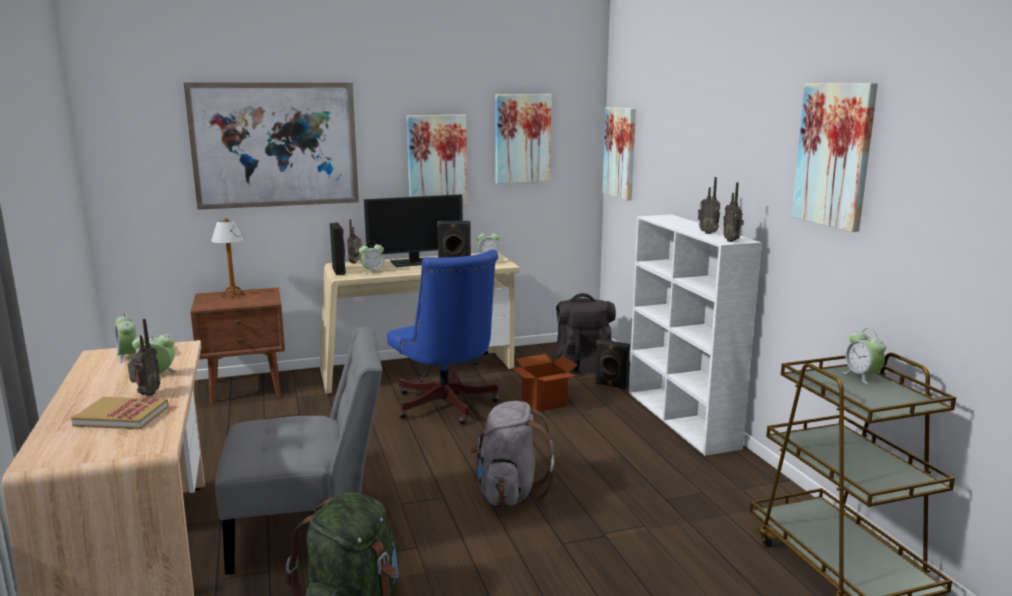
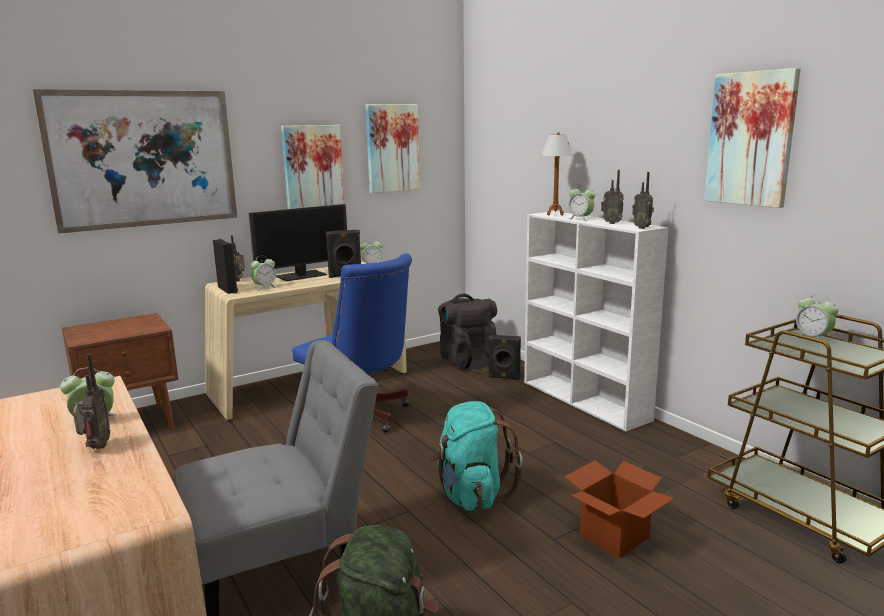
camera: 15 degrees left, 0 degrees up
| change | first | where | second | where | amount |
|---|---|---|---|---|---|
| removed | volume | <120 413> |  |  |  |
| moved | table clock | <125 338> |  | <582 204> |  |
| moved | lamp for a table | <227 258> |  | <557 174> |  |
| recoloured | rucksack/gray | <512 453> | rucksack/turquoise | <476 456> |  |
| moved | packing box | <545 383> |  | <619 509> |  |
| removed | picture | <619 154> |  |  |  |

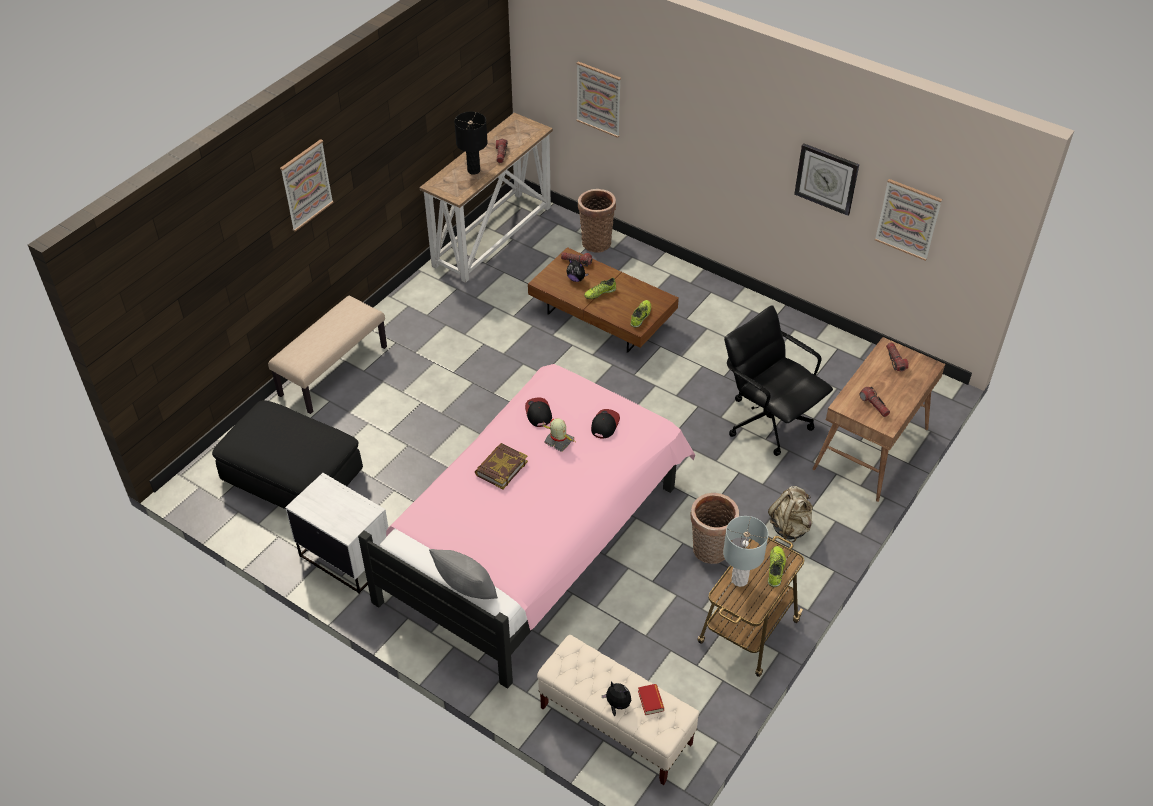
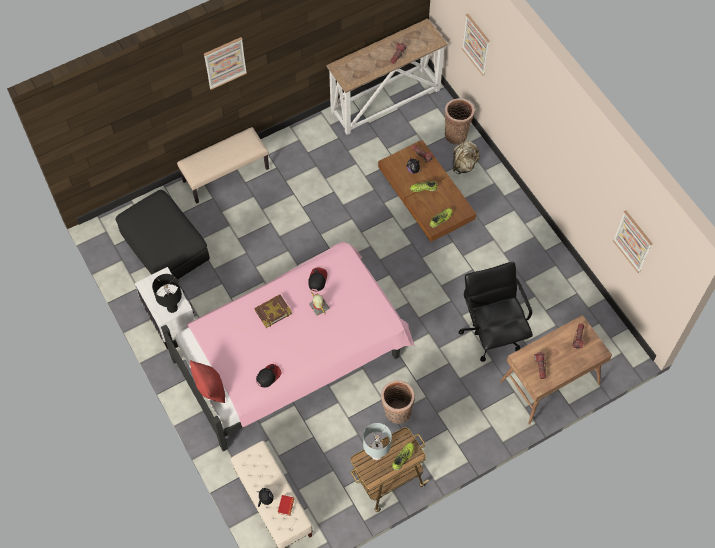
camera: 25 degrees right, 15 degrees up
| change | first | where | second | where | amount |
|---|---|---|---|---|---|
| recoloured | cushion/gray | <463 574> | cushion/red | <207 381> |  |
| moved | lamp for a table/black | <471 143> |  | <167 293> |  |
| moved | baseball cap | <605 424> |  | <268 376> |  |
| moved | rucksack/beige | <790 514> |  | <466 157> |  |
| removed | wall clock | <826 179> |  |  |  |

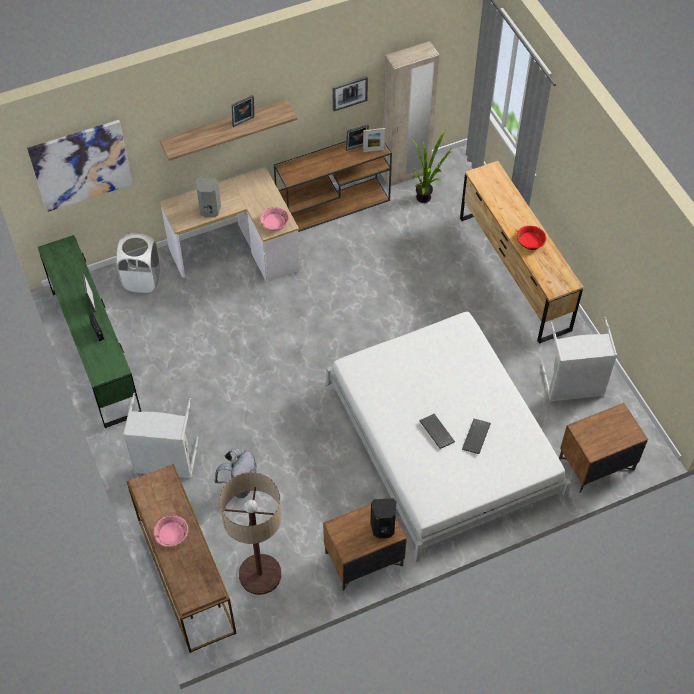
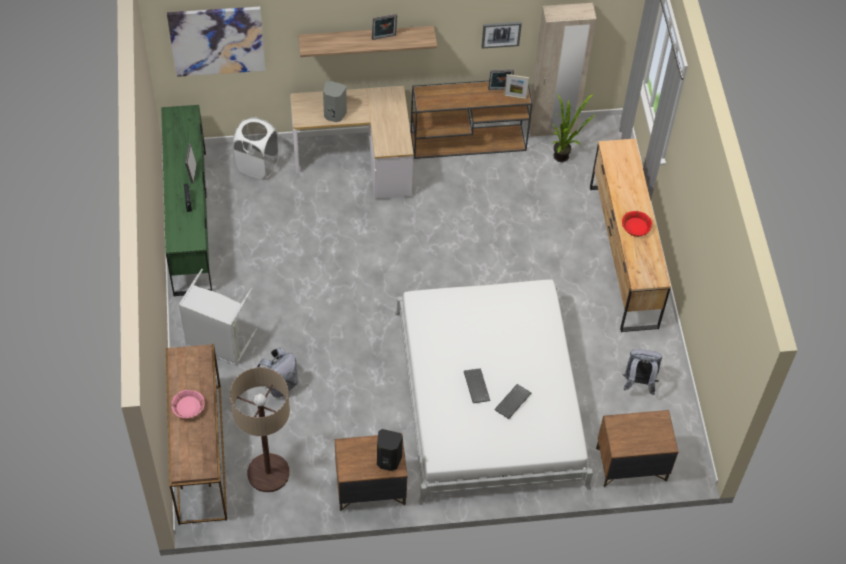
camera: 15 degrees right, 0 degrees up
| change | first | where | second | where | amount |
|---|---|---|---|---|---|
| removed | serving bowl/pinkish | <274 219> |  |  |  |
| replaced | hamper/gray | <579 359> | rucksack/gray | <642 372> |  |

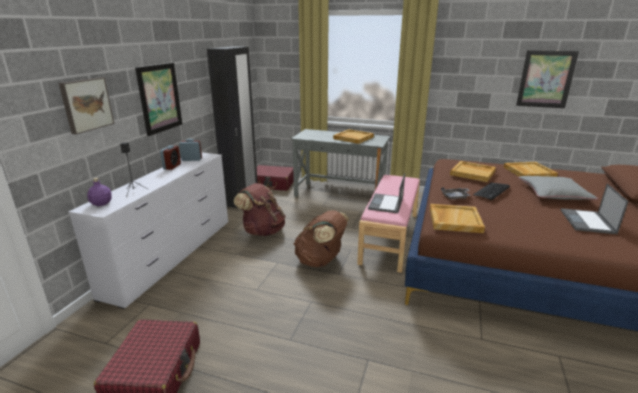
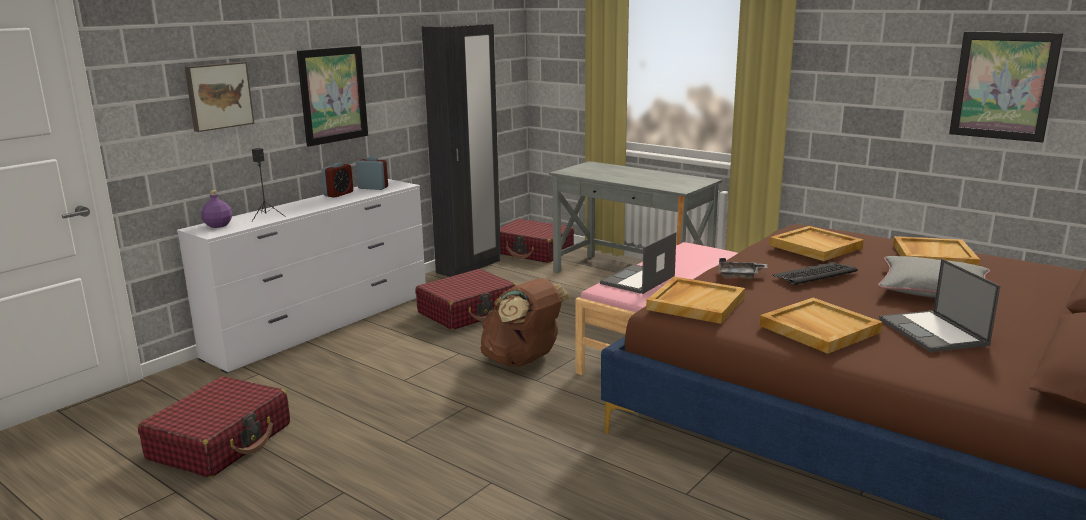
camera: 20 degrees right, 5 degrees down
| change | first | where | second | where | amount |
|---|---|---|---|---|---|
| replaced | rucksack/brown-coloured | <259 209> | travel case/red | <466 299> |  |
| moved | tray/beige | <353 136> |  | <820 326> |  |
| turned | laptop | <595 208> |  | <939 305> | 45 degrees counterclockwise |

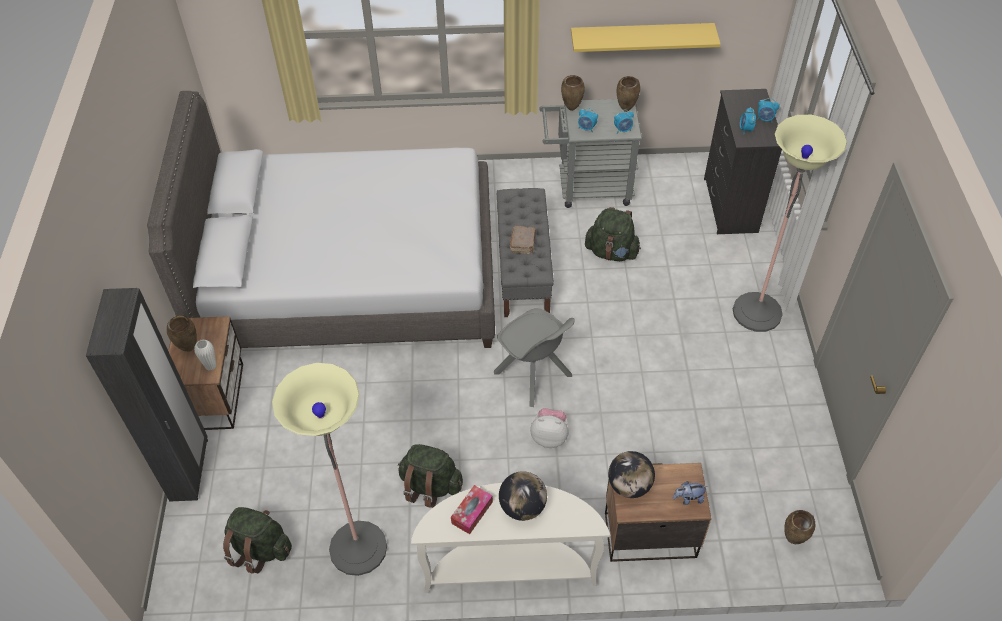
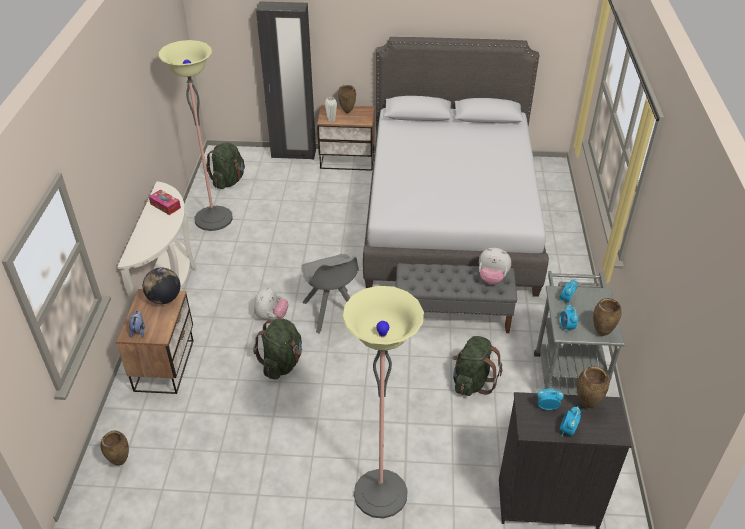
camera: 95 degrees right, 10 degrees down
| change | first | where | second | where | amount |
|---|---|---|---|---|---|
| moved | rucksack/green | <430 476> |  | <277 349> |  |
| turned | chair/gray | <534 357> |  | <330 294> | 75 degrees counterclockwise |
| removed | world globe | <523 496> |  |  |  |
| removed | volume/brown-coloured | <523 239> |  |  |  |
| moved | flower vase/brown-coloured | <573 93> |  | <593 387> |  |
| removed | bracket shelf/yellowish | <646 37> |  |  |  |
| added |  |  | plush toy | <495 266> |  |

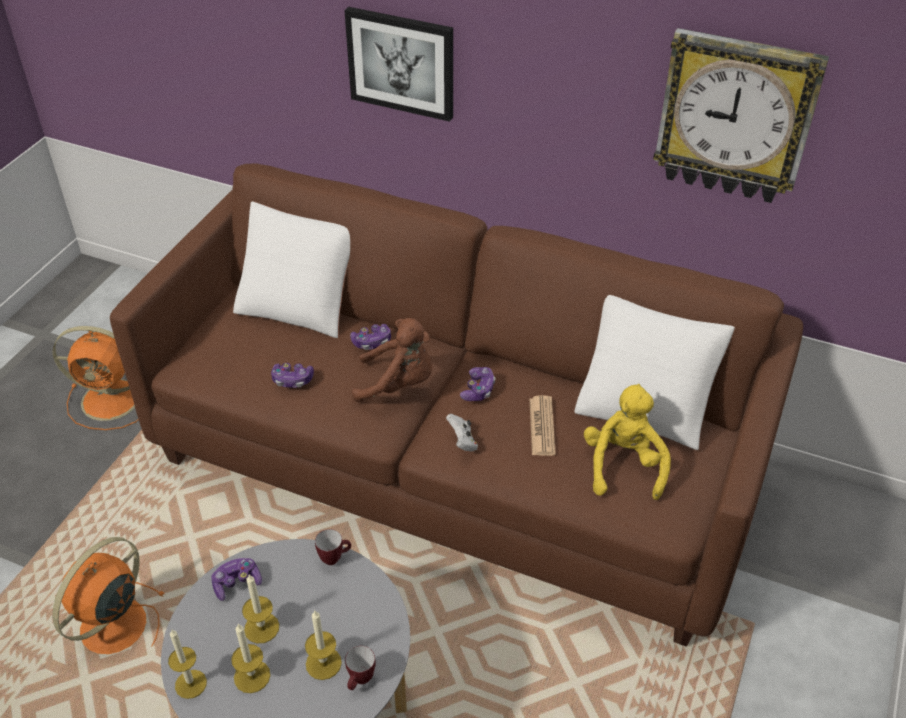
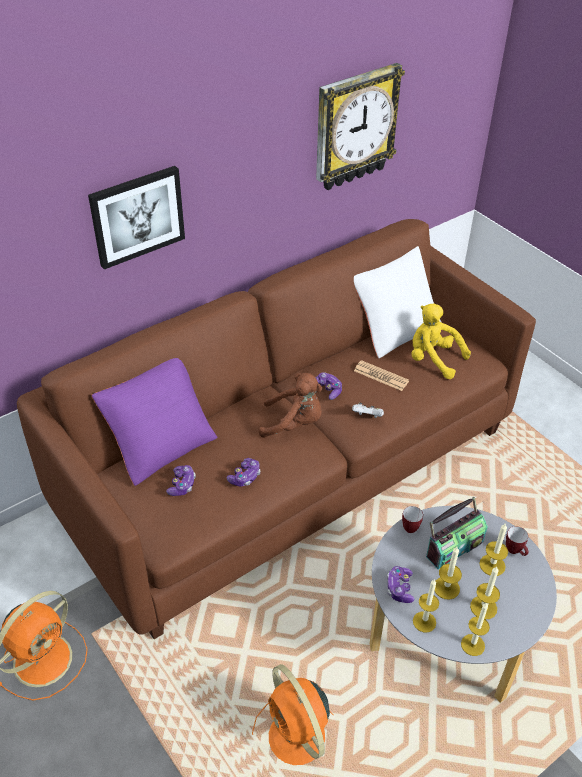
camera: 60 degrees left, 0 degrees up
| change | first | where | second | where | amount |
|---|---|---|---|---|---|
| recoloured | cushion/whitish | <291 270> | cushion/purple | <154 422> |  |
| moved | game controller | <370 337> |  | <181 480> |  |
| turned | plush toy/brown-coloured | <392 360> |  | <290 405> | 60 degrees clockwise |
| added |  |  | wax light | <426 606> |  |
| added |  |  | radio | <457 533> |  |

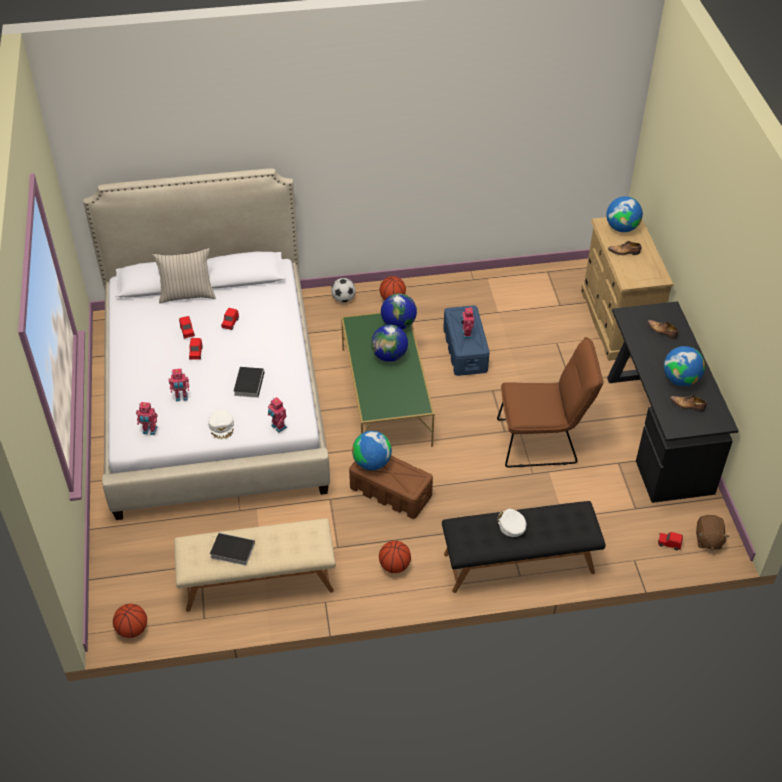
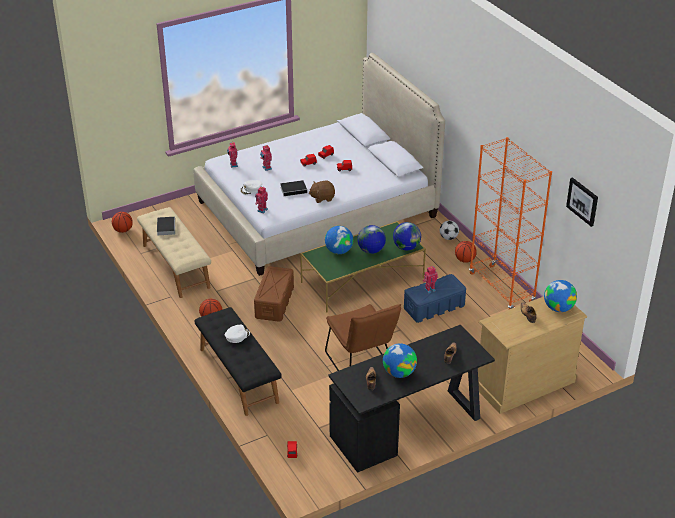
camera: 70 degrees right, 10 degrees down
| change | first | where | second | where | amount |
|---|---|---|---|---|---|
| removed | cushion/beige | <184 275> |  |  |  |
| moved | world globe | <372 450> |  | <339 240> |  |
| moved | plush toy/brown-coloured | <712 532> |  | <322 191> |  |
| added |  |  | shelving unit/orange | <510 223> |  |
| added |  |  | picture | <582 202> |  |

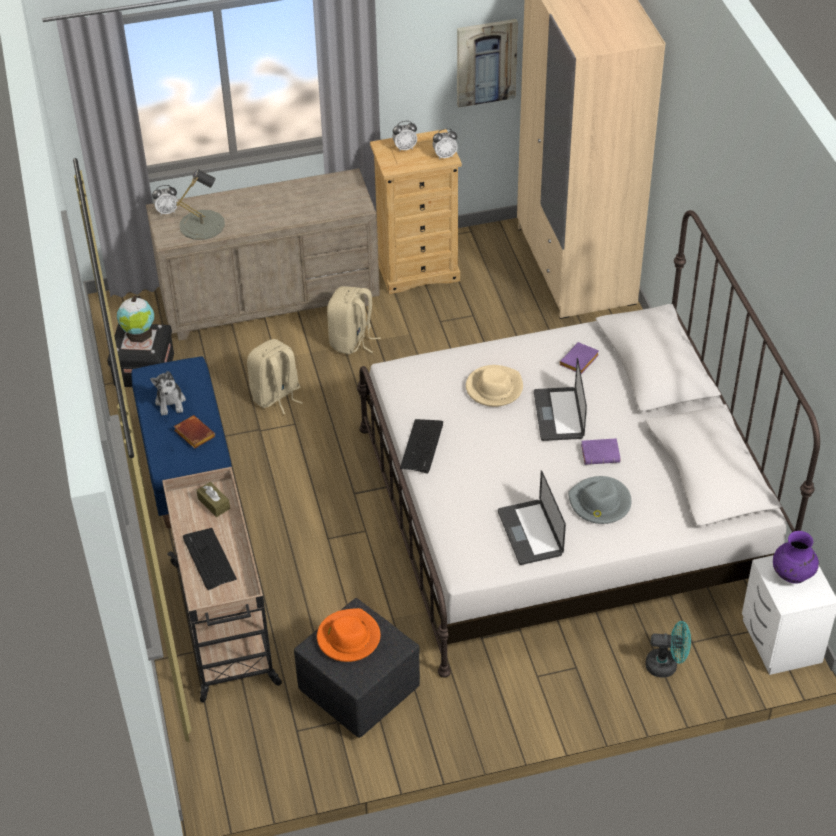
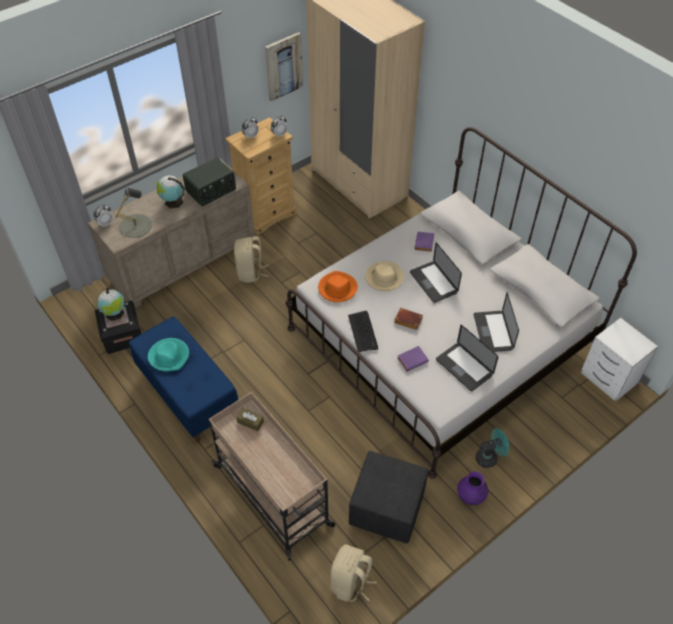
camera: 25 degrees left, 5 degrees up
| change | first | where | second | where | amount |
|---|---|---|---|---|---|
| replaced | plush toy | <168 393> | clothing hat/turquoise | <168 354> |  |
| moved | volume/brown-coloured | <194 432> |  | <408 319> |  |
| removed | computer keyboard | <210 559> |  |  |  |
| moved | rucksack/beige | <275 376> |  | <353 573> |  |
| moved | clothing hat/orange | <348 635> |  | <338 286> |  |
| replaced | clothing hat/gray | <600 500> | laptop | <496 322> |  |
| moved | volume/purple | <600 451> |  | <413 359> |  |
| moved | electric fan/turquoise | <668 649> |  | <492 448> |  |
| moved | flower vase/purple | <796 557> |  | <472 488> |  |
| added |  |  | world globe | <170 191> |  |
| added |  |  | radio | <209 182> |  |

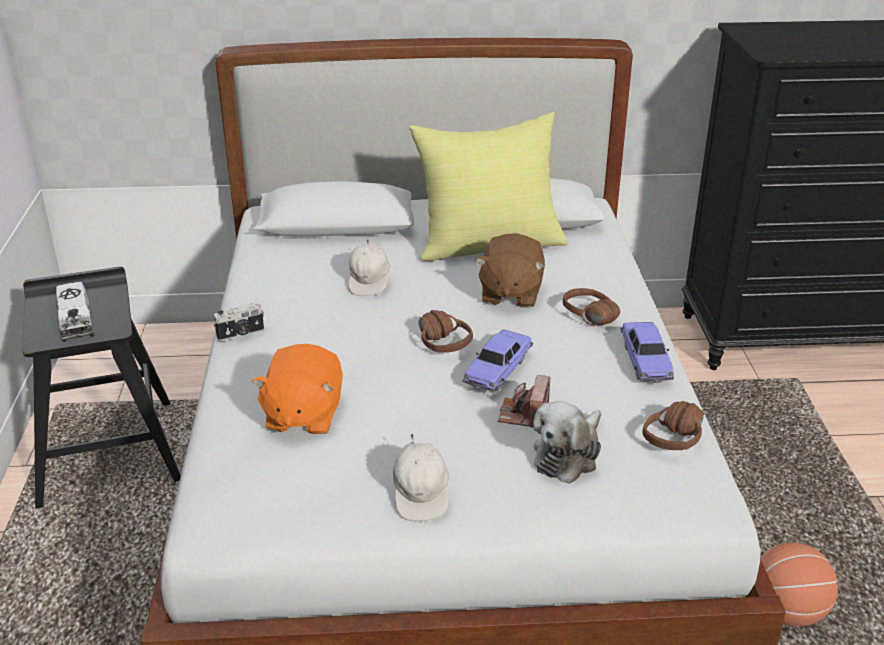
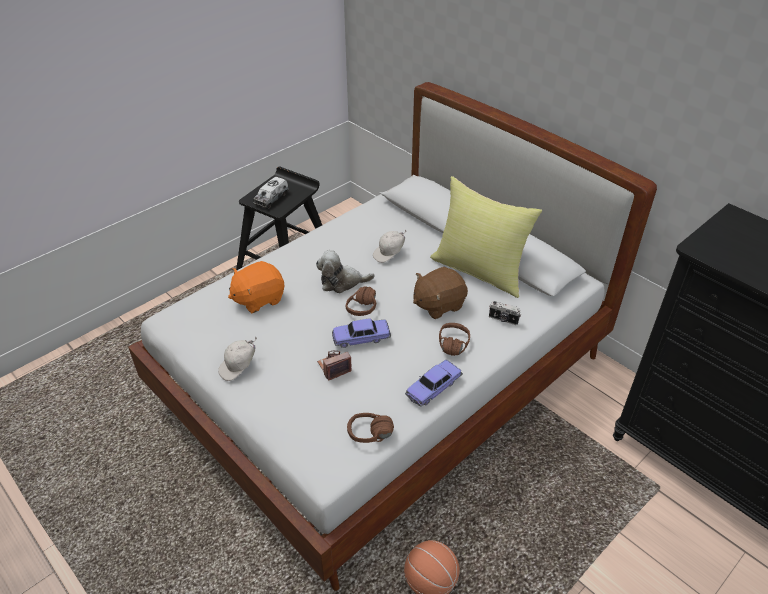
camera: 50 degrees right, 10 degrees up
| change | first | where | second | where | amount |
|---|---|---|---|---|---|
| moved | still camera | <238 322> |  | <505 313> |  |
| moved | plush toy | <567 442> |  | <345 271> |  |

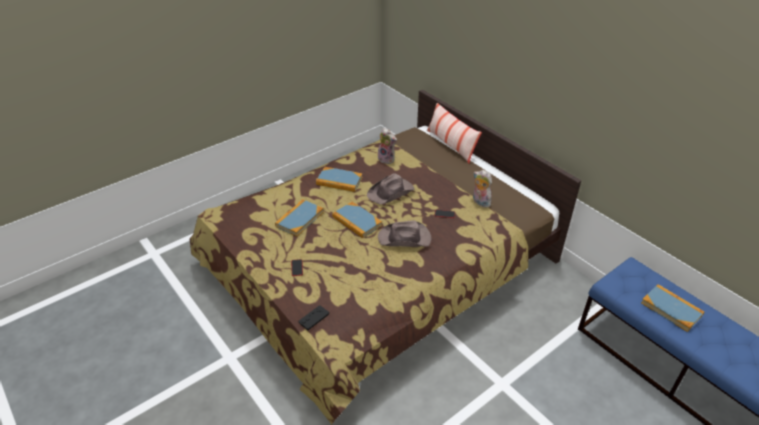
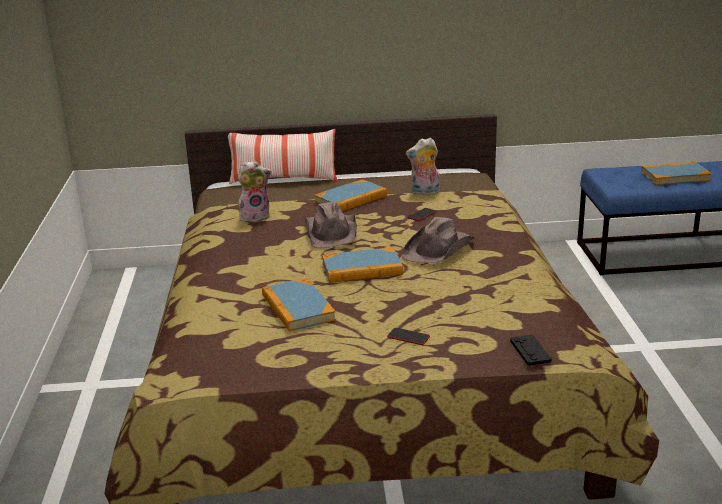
camera: 55 degrees left, 15 degrees down
| change | first | where | second | where | amount |
|---|---|---|---|---|---|
| moved | volume | <339 179> |  | <350 195> |  |

